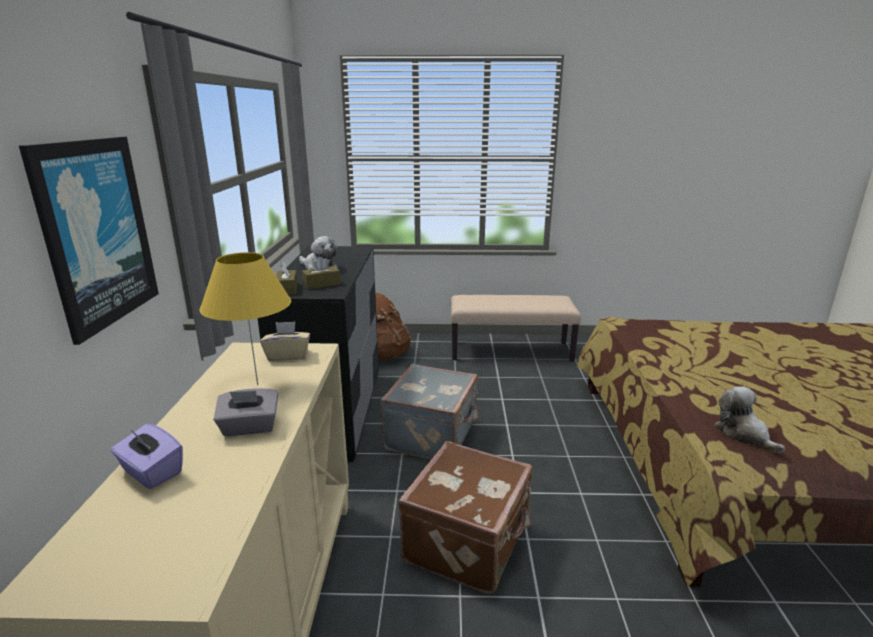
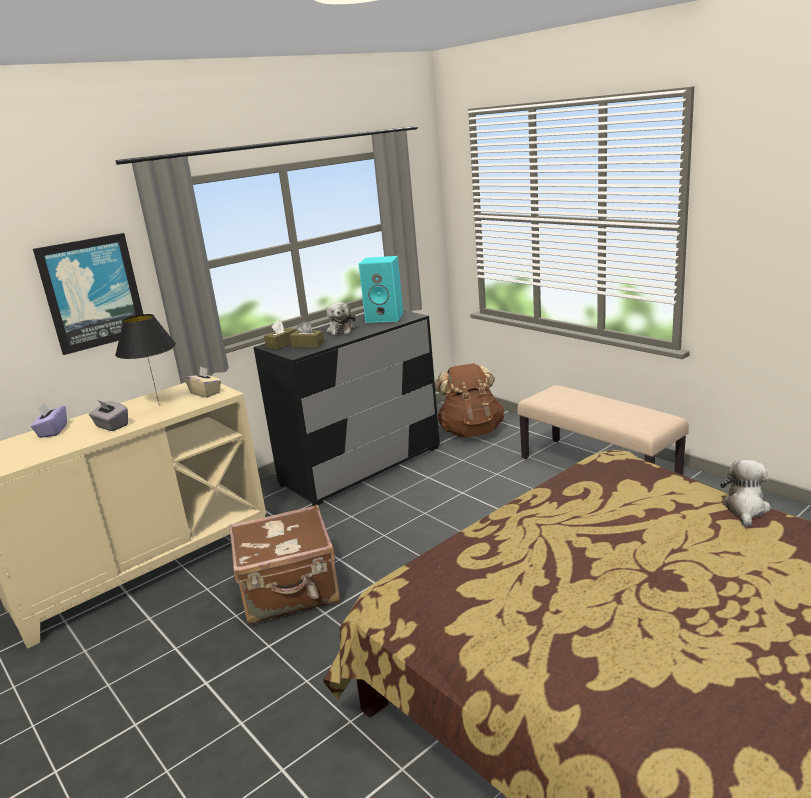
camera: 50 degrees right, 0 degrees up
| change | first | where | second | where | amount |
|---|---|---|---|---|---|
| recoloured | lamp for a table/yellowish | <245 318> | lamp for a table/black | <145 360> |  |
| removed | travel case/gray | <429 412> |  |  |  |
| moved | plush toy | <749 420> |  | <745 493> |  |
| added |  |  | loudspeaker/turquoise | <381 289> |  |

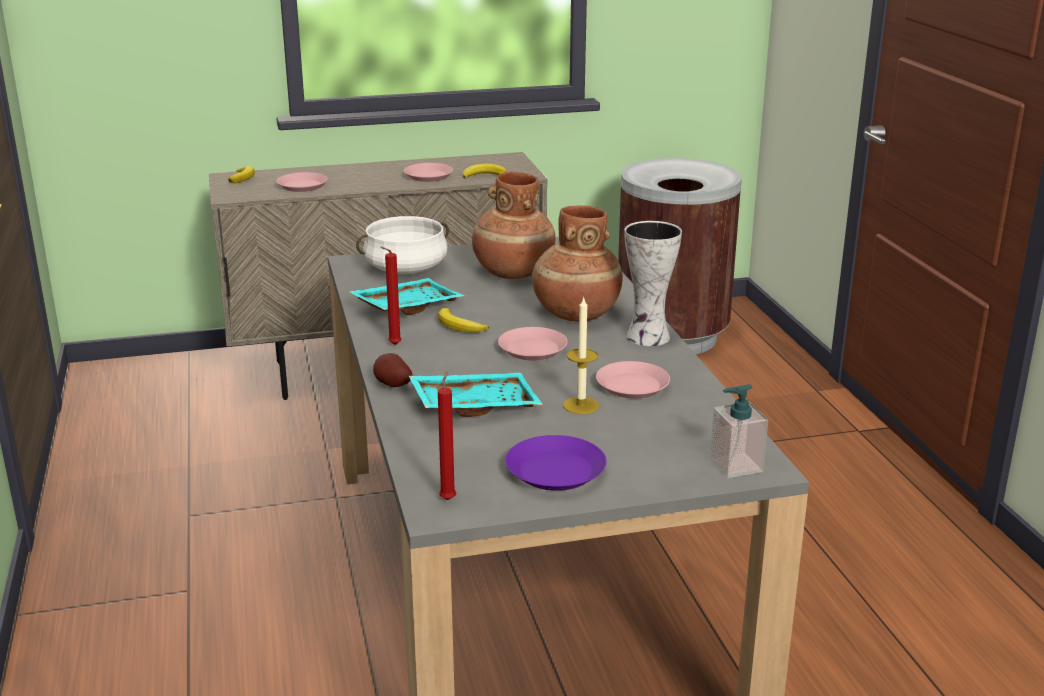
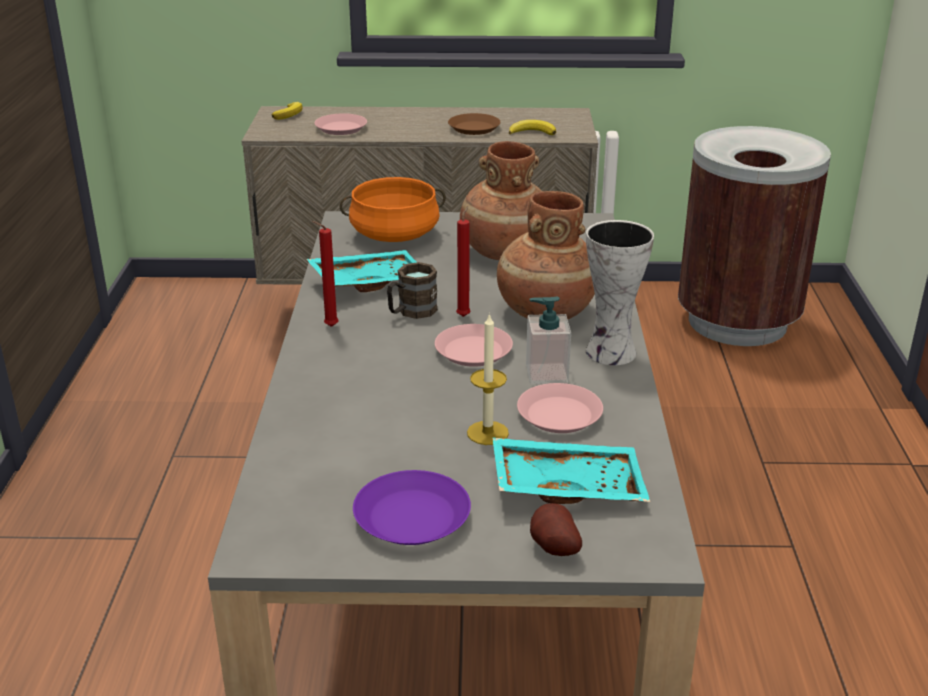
camera: 15 degrees right, 5 degrees up
| change | first | where | second | where | amount |
|---|---|---|---|---|---|
| recoloured | stockpot/whitish | <402 245> | stockpot/orange | <393 209> |  |
| moved | whole potato | <393 370> |  | <556 529> |  |
| recoloured | plate/pinkish | <428 172> | plate/brown-coloured | <474 124> |  |
| moved | tray/turquoise | <476 395> |  | <571 471> |  |
| replaced | whole banana | <463 320> | mug/brown-coloured | <412 290> |  |
| moved | wax light/red | <447 435> |  | <463 261> |  |
| moved | liquid soap bottle | <739 431> |  | <548 340> |  |

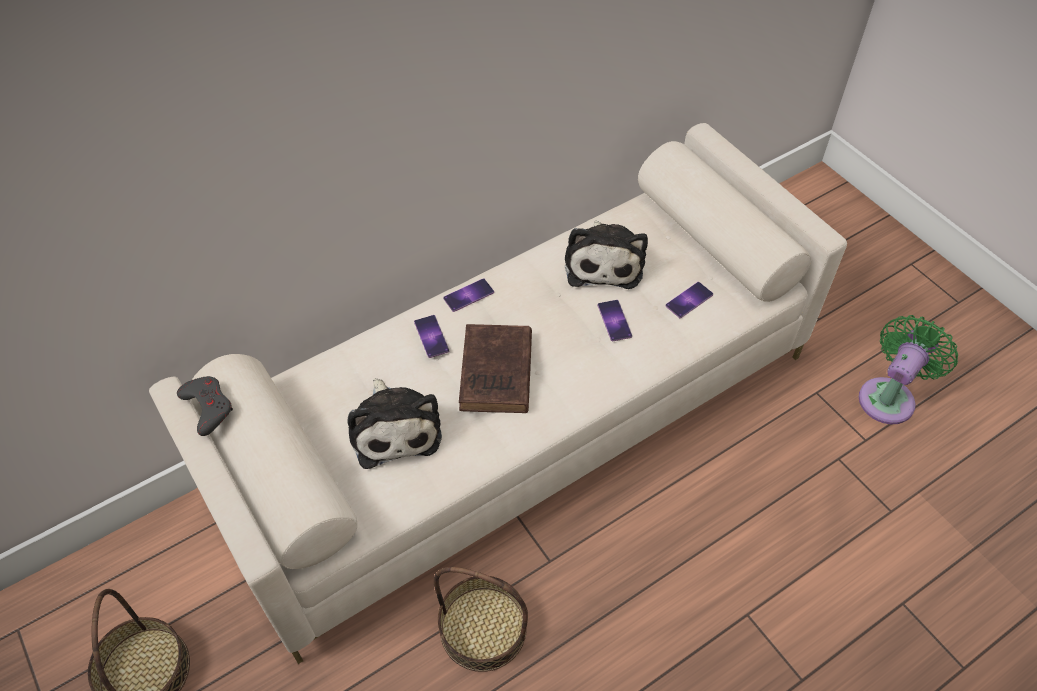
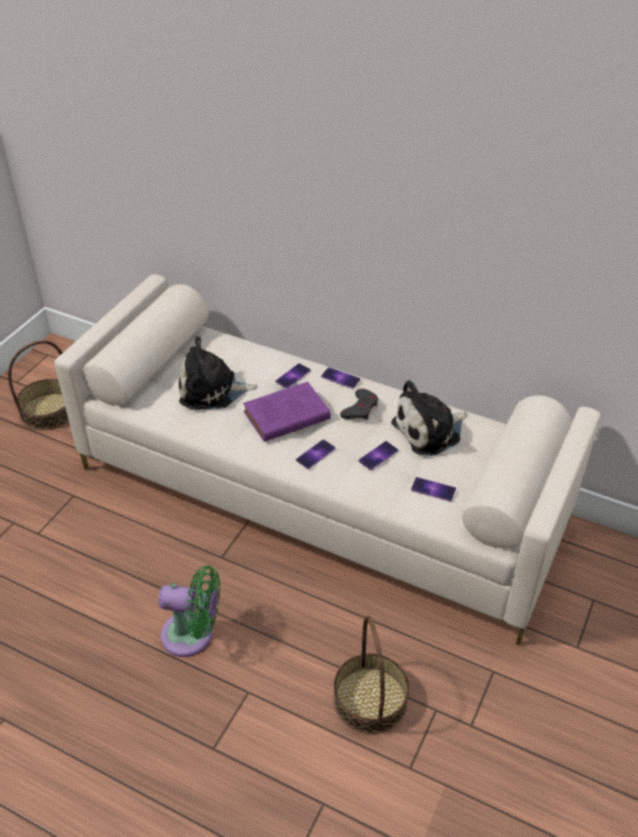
camera: 60 degrees right, 10 degrees down
| change | first | where | second | where | amount |
|---|---|---|---|---|---|
| moved | game controller/gray | <205 406> |  | <359 404> |  |
| turned | plush toy | <394 423> |  | <218 373> | 45 degrees clockwise |
| moved | storage basket | <481 619> |  | <371 675> |  |
| recoloured | volume/brown-coloured | <495 368> | volume/purple | <287 412> |  |
| moved | electric fan/green | <908 369> |  | <189 611> |  |
| added |  |  | telephone | <316 454> |  |

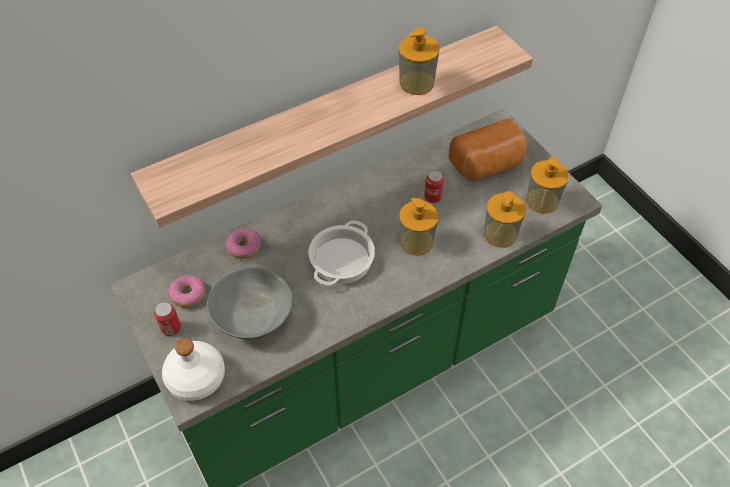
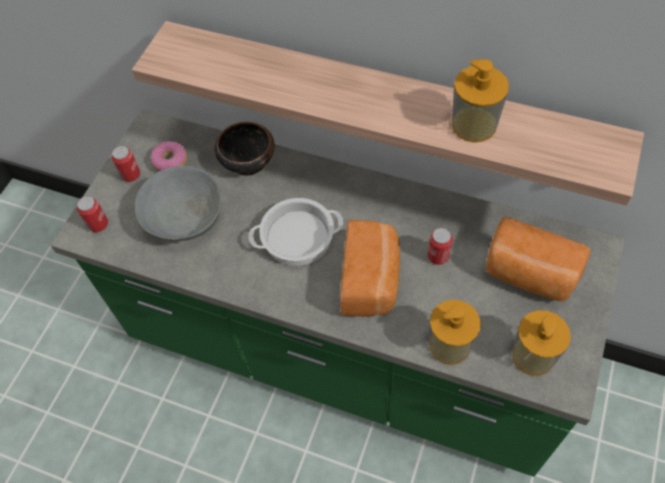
camera: 55 degrees right, 5 degrees up
| change | first | where | second | where | amount |
|---|---|---|---|---|---|
| replaced | beverage bottle/whitish | <193 369> | metal can | <92 214> |  |
| replaced | donut | <243 243> | serving bowl | <245 149> |  |
| replaced | liquid soap bottle | <419 227> | bread | <370 268> |  |

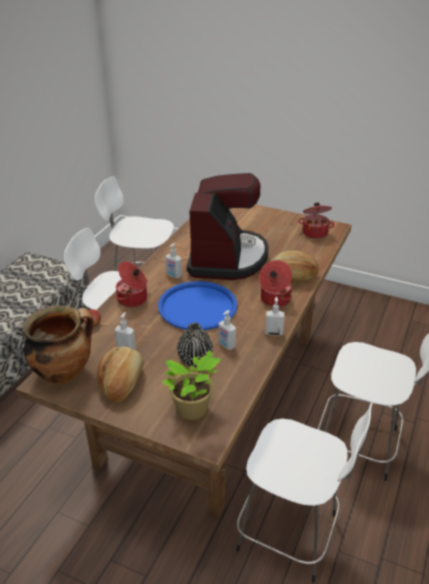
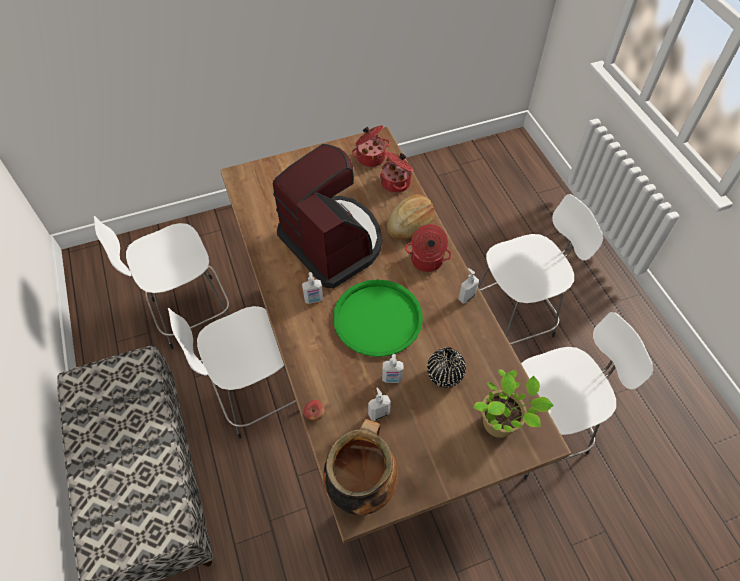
camera: 45 degrees left, 20 degrees up
| change | first | where | second | where | amount |
|---|---|---|---|---|---|
| removed | bread | <120 374> |  |  |  |
| moved | stockpot | <131 284> |  | <396 172> |  |
| recoloured | tray/blue-coloured | <197 305> | tray/green | <378 318> |  |
| moved | liquid soap bottle | <227 330> |  | <392 368> |  |

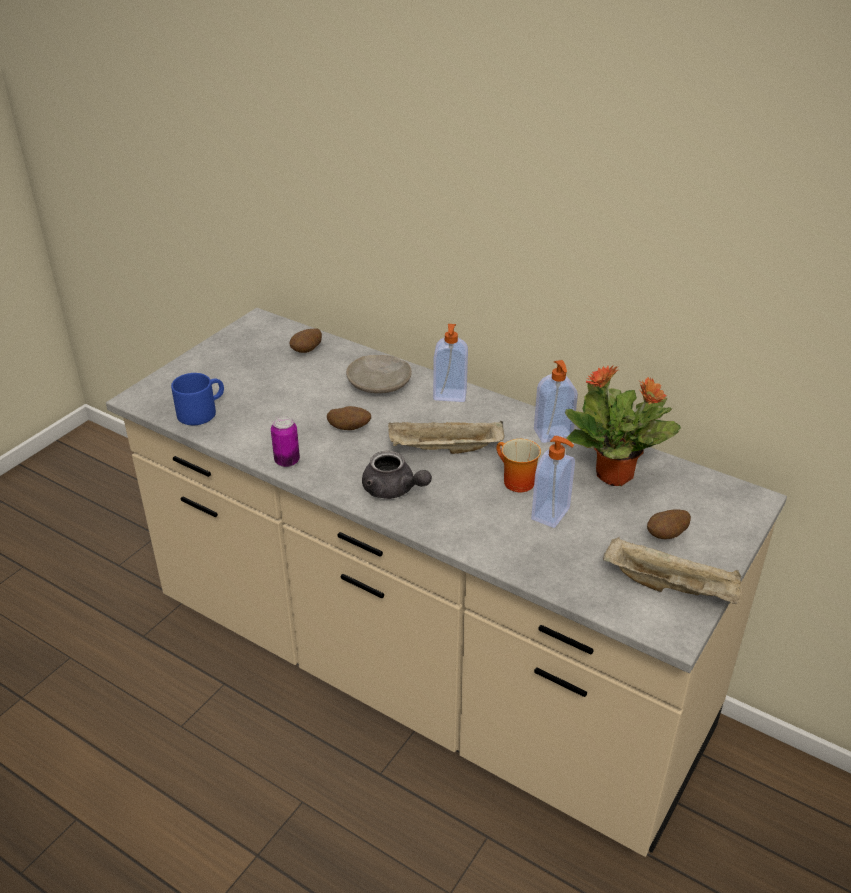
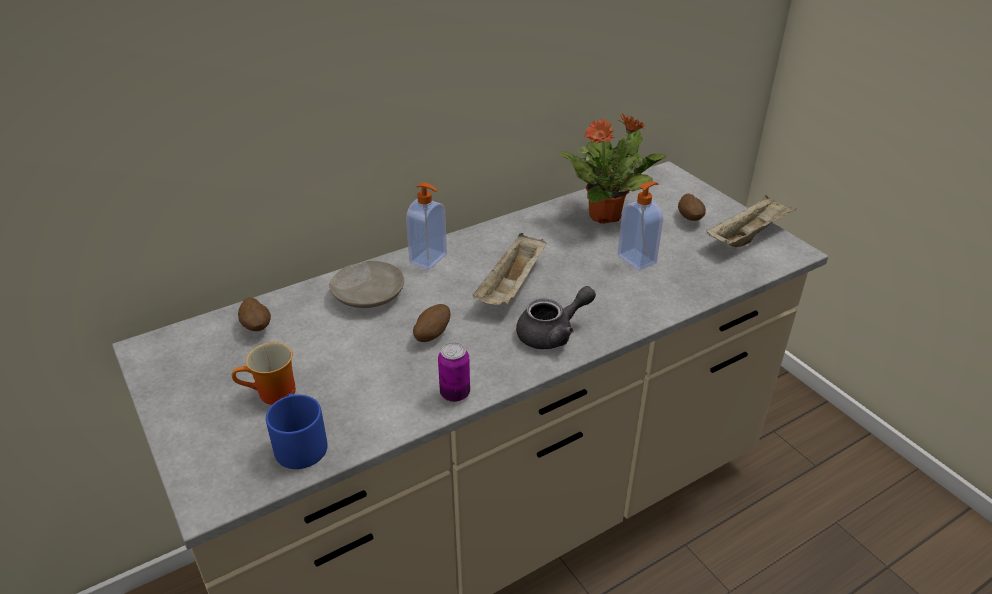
camera: 65 degrees left, 0 degrees up
| change | first | where | second | where | amount |
|---|---|---|---|---|---|
| moved | mug | <518 465> |  | <263 373> |  |
| removed | liquid soap bottle | <556 401> |  |  |  |

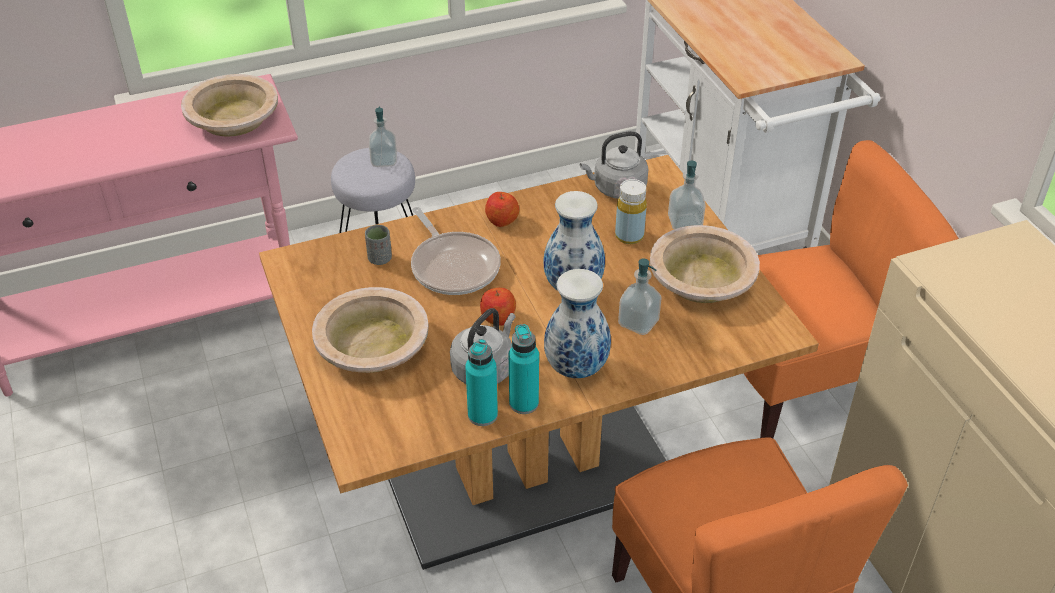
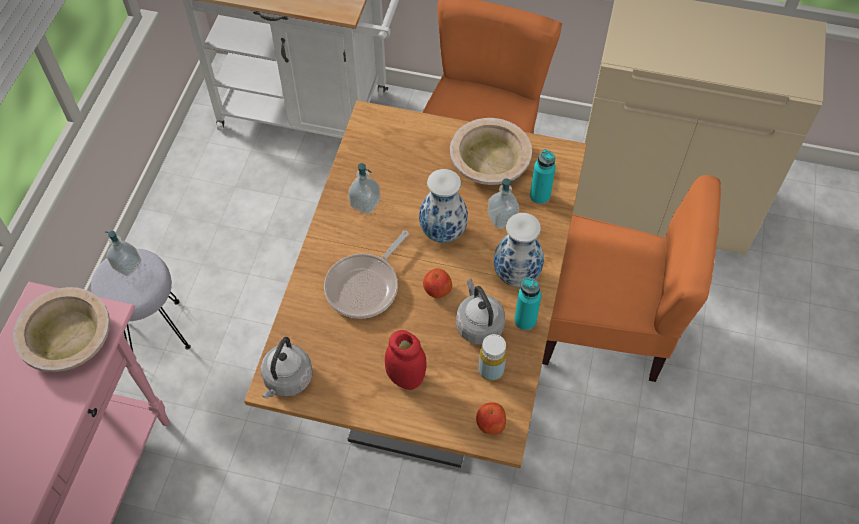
camera: 55 degrees left, 15 degrees up
| change | first | where | second | where | amount |
|---|---|---|---|---|---|
| replaced | serving bowl/beige | <370 330> | storage jar/red | <405 360> |  |
| removed | small cup/gray | <378 245> |  |  |  |
| turned | pan | <456 251> |  | <366 275> | 120 degrees clockwise |
| moved | beverage bottle/turquoise | <481 382> |  | <543 176> |  |
| moved | whole apple | <502 209> |  | <491 418> |  |
| moved | tea kettle/gray | <614 165> |  | <287 367> |  |
| moved | beverage bottle/yellowish | <631 211> |  | <492 357> |  |
| moved | liquid soap bottle | <687 195> |  | <364 188> |  |

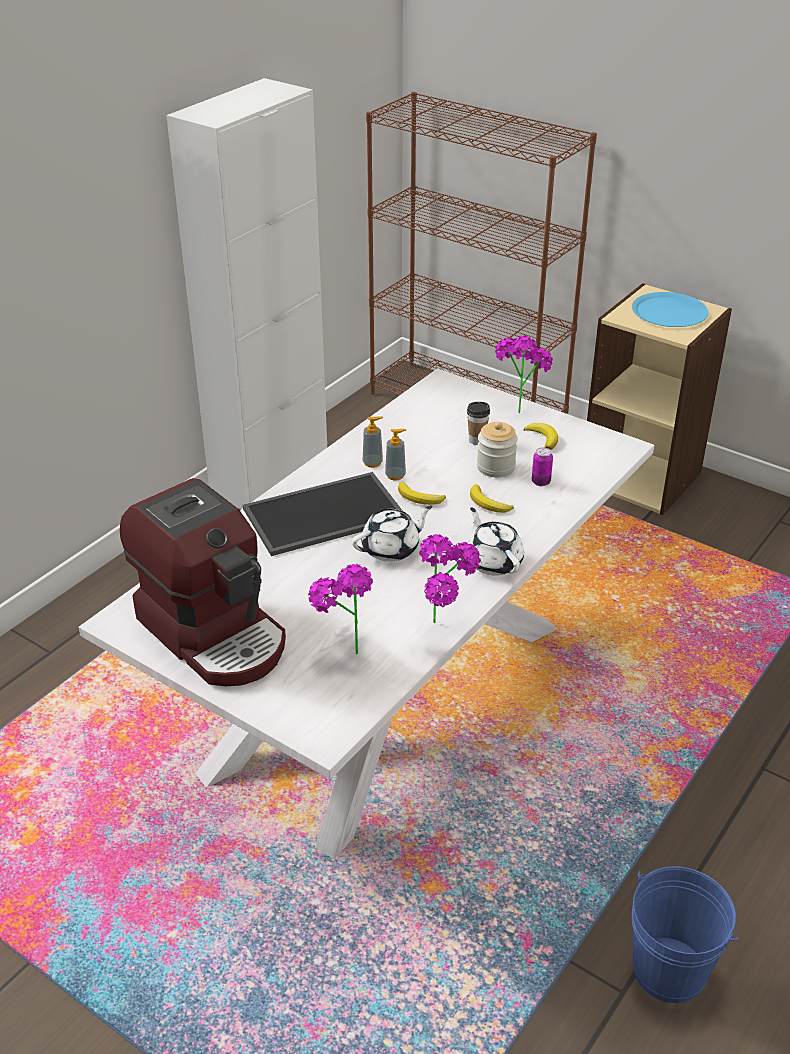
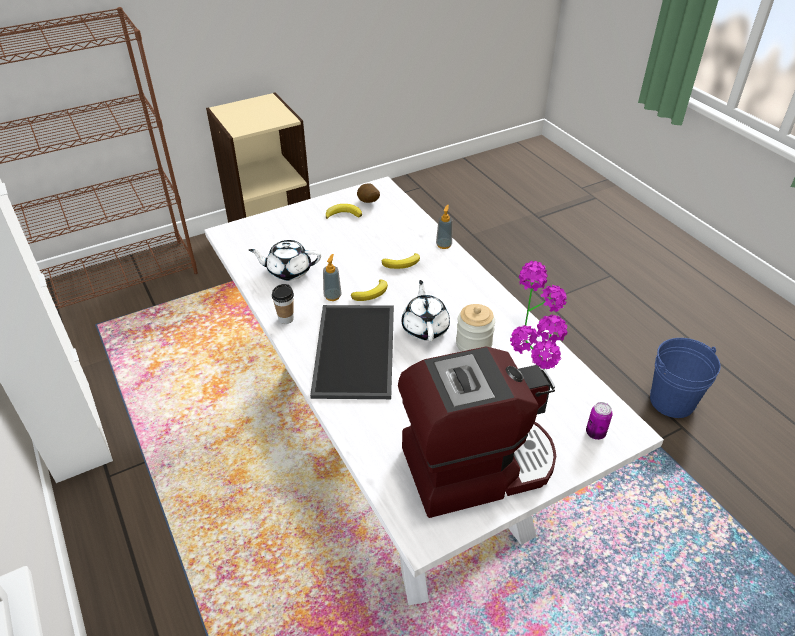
camera: 65 degrees left, 5 degrees up
| change | first | where | second | where | amount |
|---|---|---|---|---|---|
| moved | liquid soap bottle | <373 442> |  | <444 227> |  |
| moved | small cup | <478 423> |  | <283 304> |  |
| moved | pot for tea/whitish | <495 541> |  | <285 260> |  |
| moved | storage jar | <497 449> |  | <475 328> |  |
| removed | potted plant | <524 374> |  |  |  |
| moved | metal can | <542 466> |  | <599 421> |  |
| removed | plate/blue-coloured | <670 309> |  |  |  |
| added |  |  | whole potato | <368 193> |  |

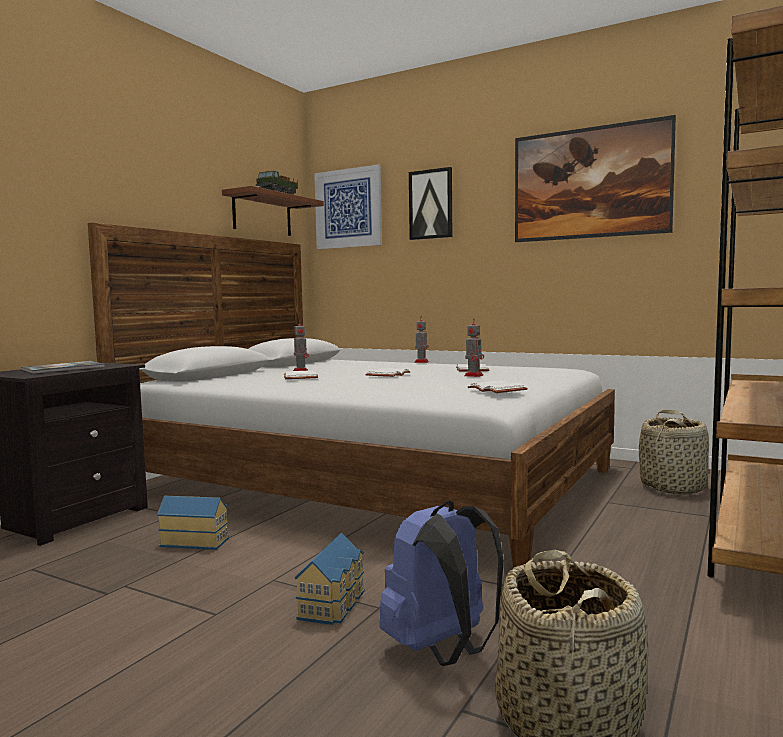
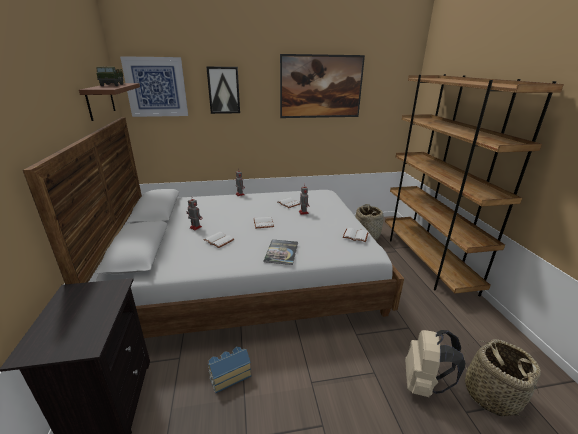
camera: 40 degrees left, 20 degrees up
| change | first | where | second | where | amount |
|---|---|---|---|---|---|
| moved | volume | <63 367> |  | <281 252> |  |
| removed | toy house | <329 578> |  |  |  |
| recoloured | rucksack/blue-coloured | <441 583> | rucksack/beige | <435 363> |  |

